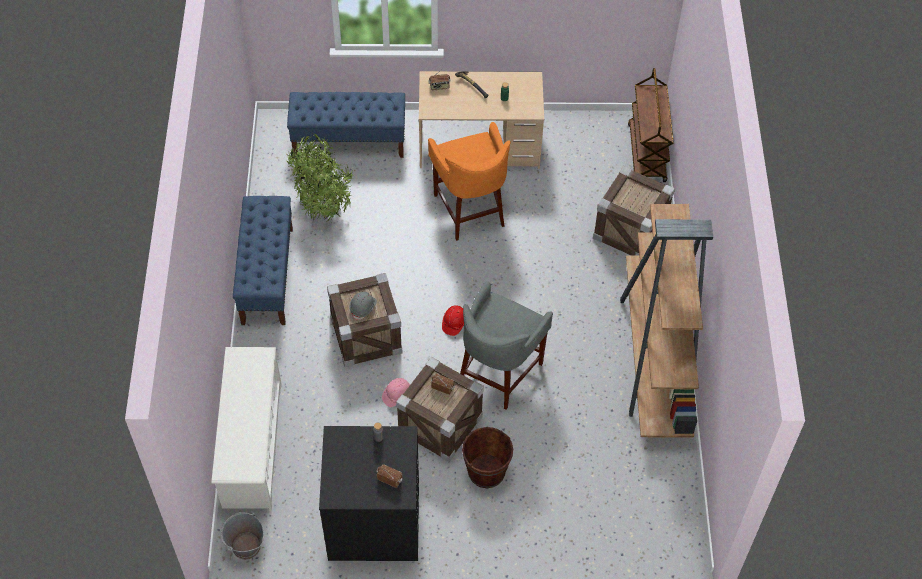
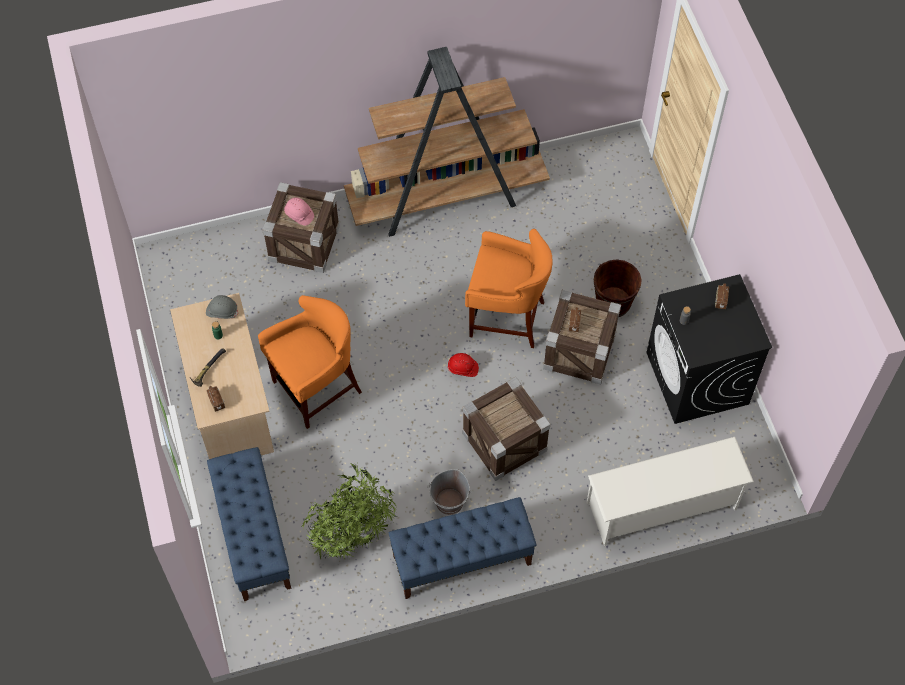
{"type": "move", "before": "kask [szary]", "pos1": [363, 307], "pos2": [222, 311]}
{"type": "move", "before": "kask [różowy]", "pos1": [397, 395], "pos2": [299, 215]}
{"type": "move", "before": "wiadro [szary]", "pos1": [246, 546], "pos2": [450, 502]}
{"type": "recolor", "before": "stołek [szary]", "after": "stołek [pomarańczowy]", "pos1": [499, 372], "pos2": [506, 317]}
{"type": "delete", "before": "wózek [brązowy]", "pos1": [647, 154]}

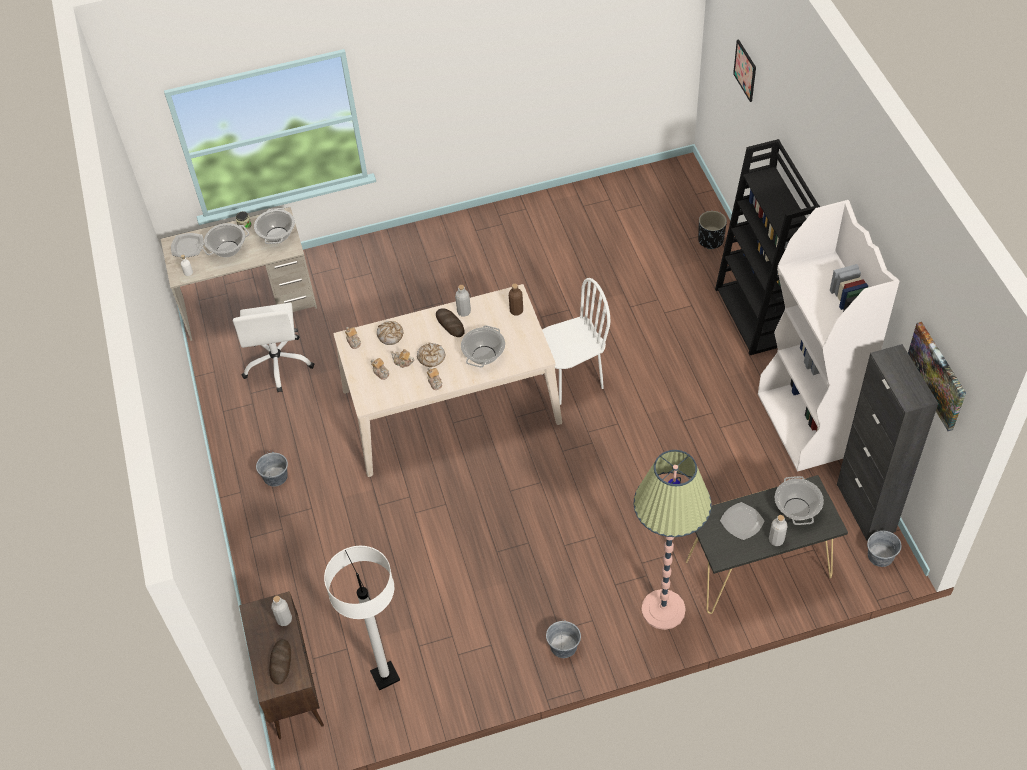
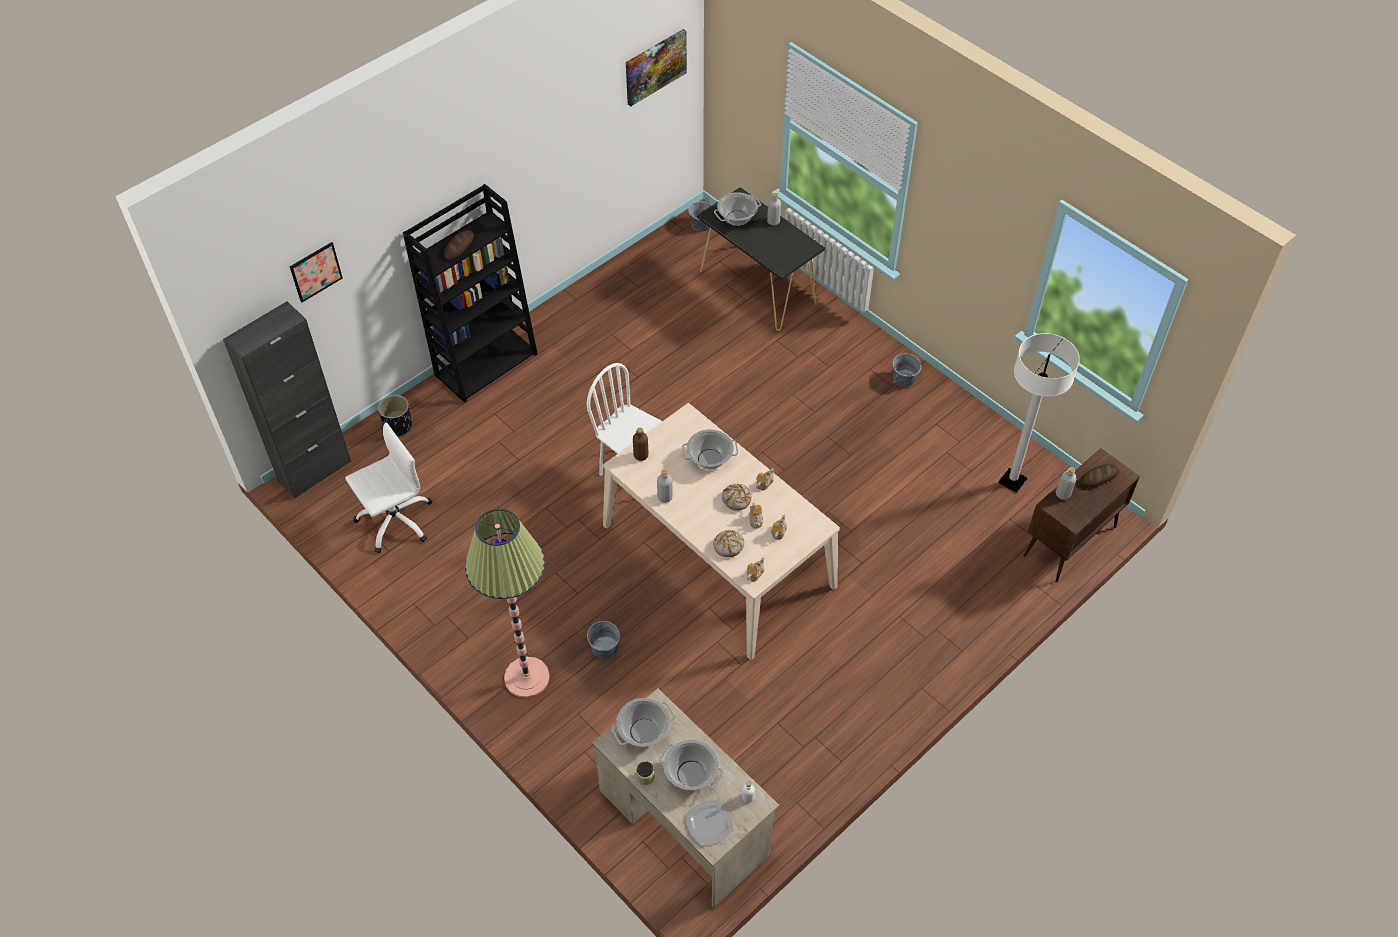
{"type": "move", "before": "szafka [czarny]", "pos1": [865, 508], "pos2": [314, 471]}
{"type": "move", "before": "krzesło biurowe [biały]", "pos1": [278, 363], "pos2": [395, 520]}
{"type": "move", "before": "chleb", "pos1": [450, 324], "pos2": [459, 246]}
{"type": "move", "before": "lampa stojąca", "pos1": [663, 609], "pos2": [526, 677]}
{"type": "move", "before": "wiadro [szary]", "pos1": [275, 477], "pos2": [605, 647]}
{"type": "delete", "before": "talerz", "pos1": [742, 522]}
{"type": "delete", "before": "regał [biały]", "pos1": [805, 425]}

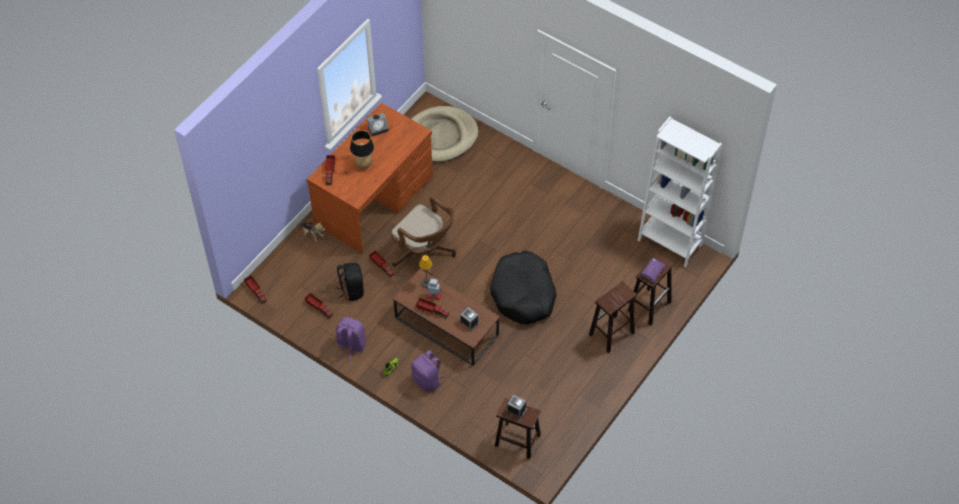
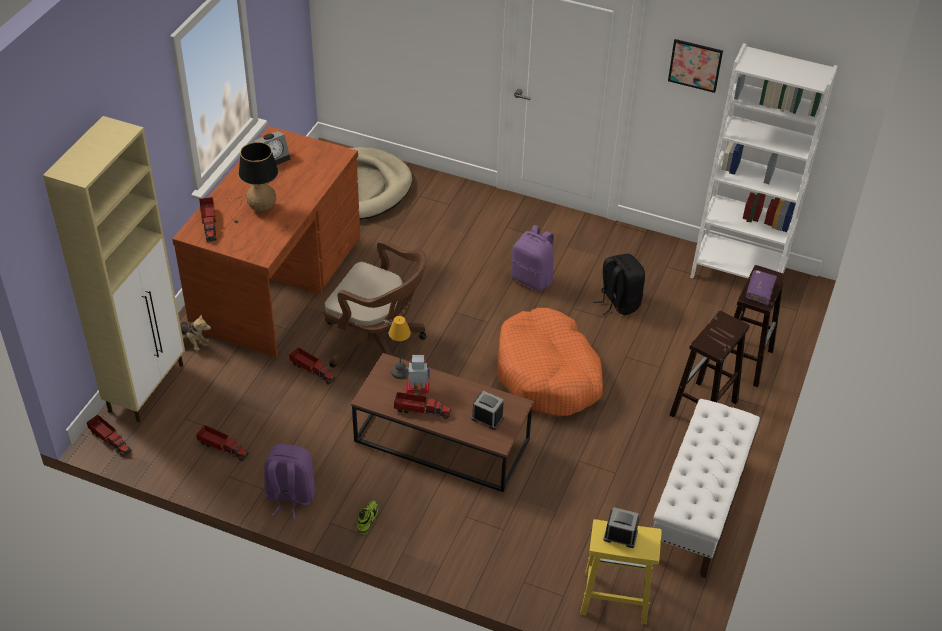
{"type": "insert", "after": "szafka [beżowy]", "pos2": [147, 387]}
{"type": "recolor", "before": "legowisko [czarny]", "after": "legowisko [pomarańczowy]", "pos1": [523, 294], "pos2": [548, 374]}
{"type": "move", "before": "plecak [fioletowy]", "pos1": [427, 381], "pos2": [532, 279]}
{"type": "recolor", "before": "stołek [brązowy]", "after": "stołek [żółty]", "pos1": [516, 440], "pos2": [614, 597]}
{"type": "move", "before": "plecak [czarny]", "pos1": [351, 290], "pos2": [618, 302]}
{"type": "insert", "after": "ławka [biały]", "pos2": [698, 509]}
{"type": "insert", "after": "obraz", "pos2": [695, 65]}

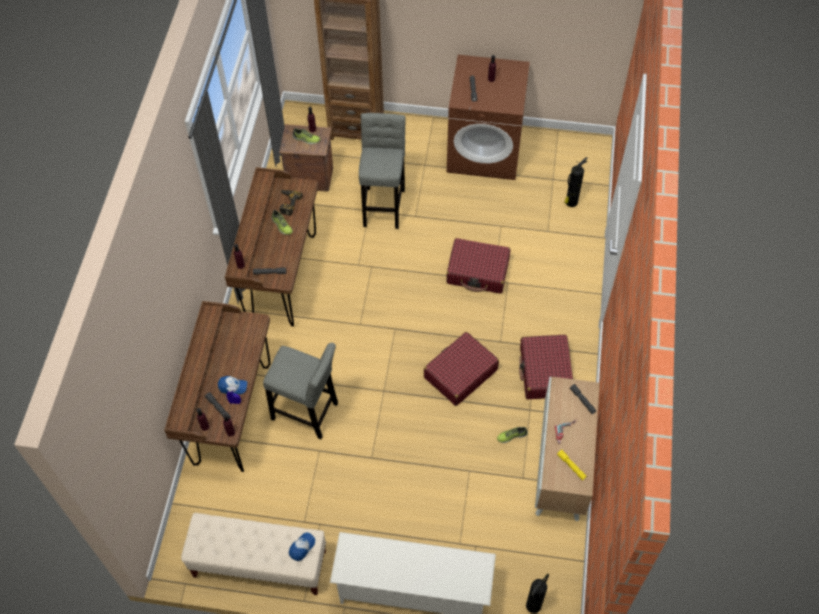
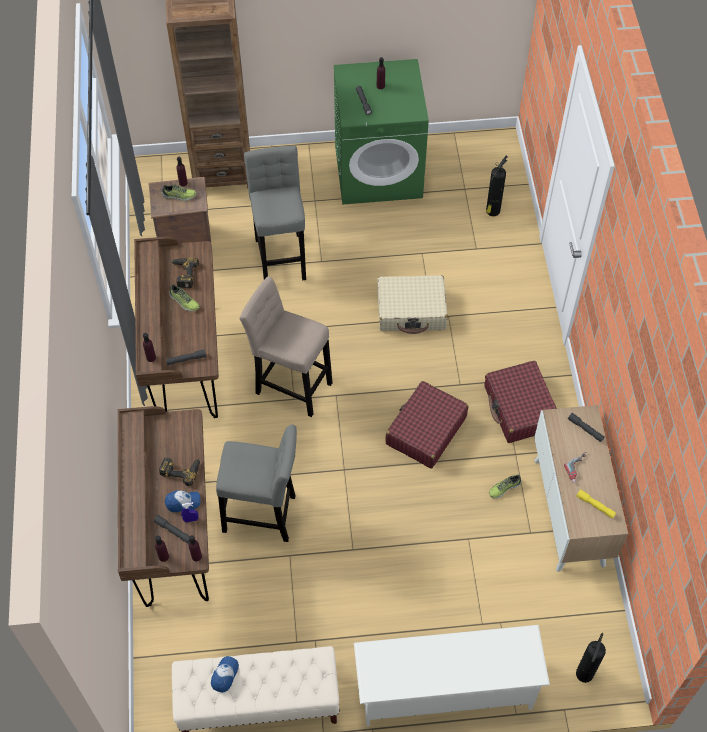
{"type": "insert", "after": "wiertarka", "pos2": [181, 469]}
{"type": "move", "before": "czapka z daszkiem", "pos1": [302, 547], "pos2": [224, 675]}
{"type": "insert", "after": "stołek [beżowy]", "pos2": [290, 385]}
{"type": "recolor", "before": "pralka [brązowy]", "after": "pralka [zielony]", "pos1": [485, 151], "pos2": [379, 172]}
{"type": "recolor", "before": "walizka [czerwony]", "after": "walizka [beżowy]", "pos1": [478, 271], "pos2": [411, 310]}

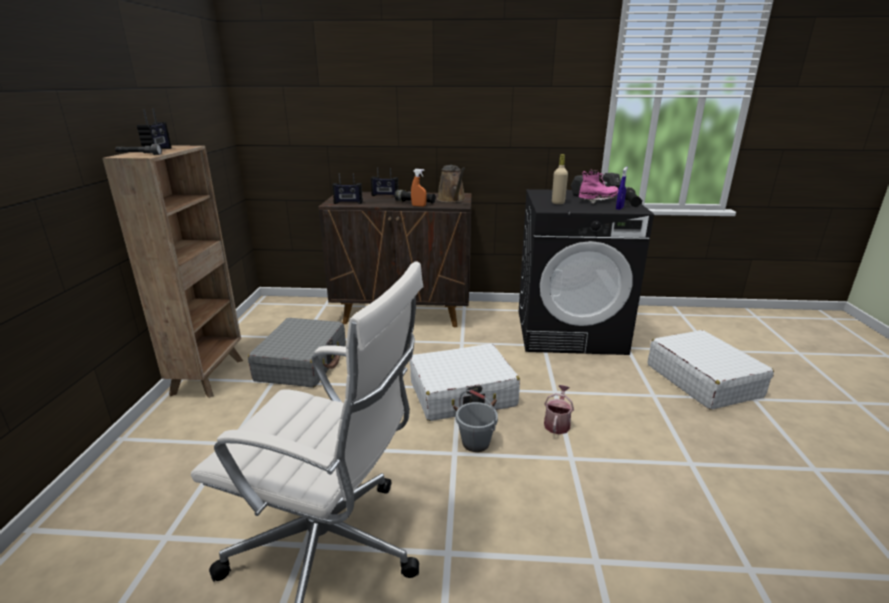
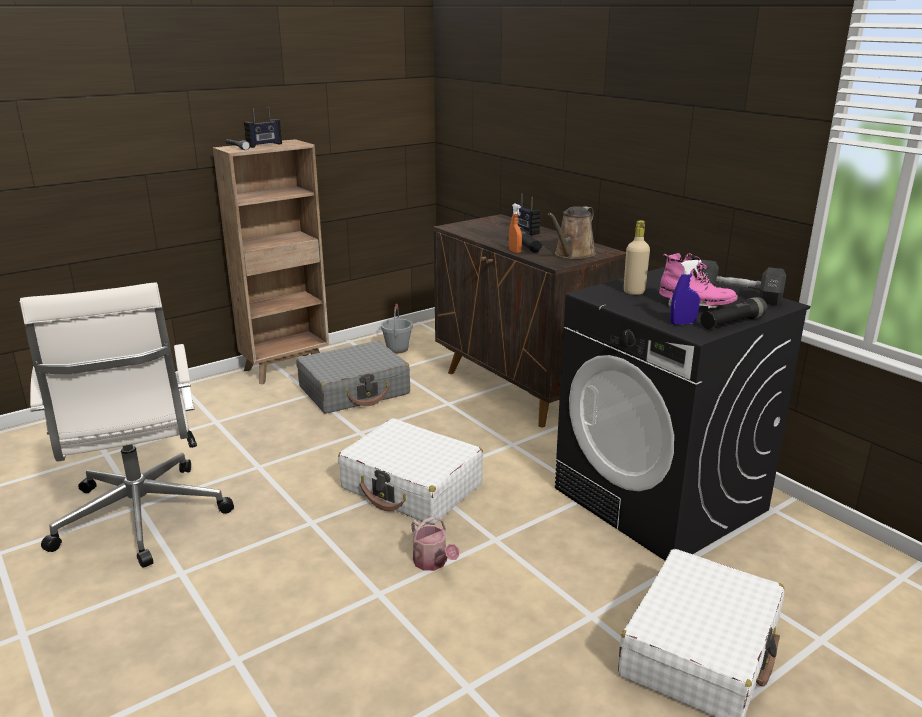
{"type": "move", "before": "wiadro [szary]", "pos1": [475, 443], "pos2": [397, 349]}
{"type": "rotate", "before": "konewka", "pos1": [557, 423], "pos2": [433, 563], "turn": 75}
{"type": "delete", "before": "radio", "pos1": [348, 203]}

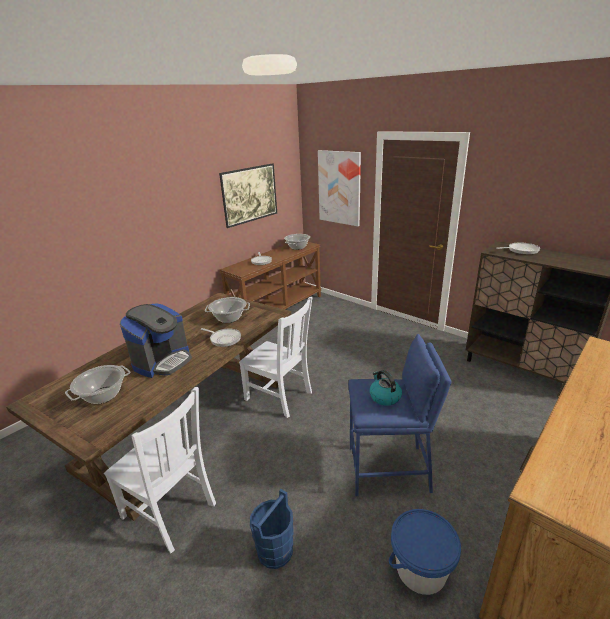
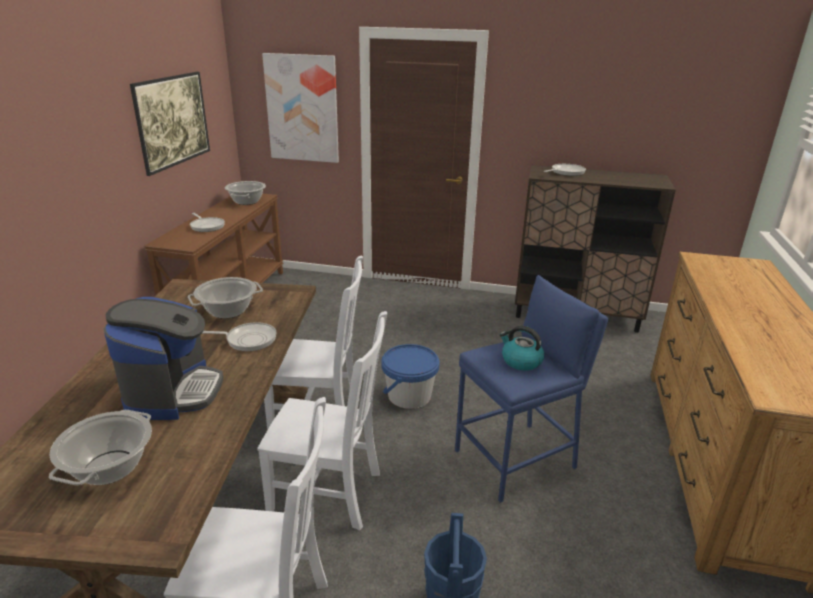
{"type": "insert", "after": "krzesło [biały]", "pos2": [329, 493]}
{"type": "move", "before": "wiadro [niebieski]", "pos1": [421, 568], "pos2": [409, 395]}

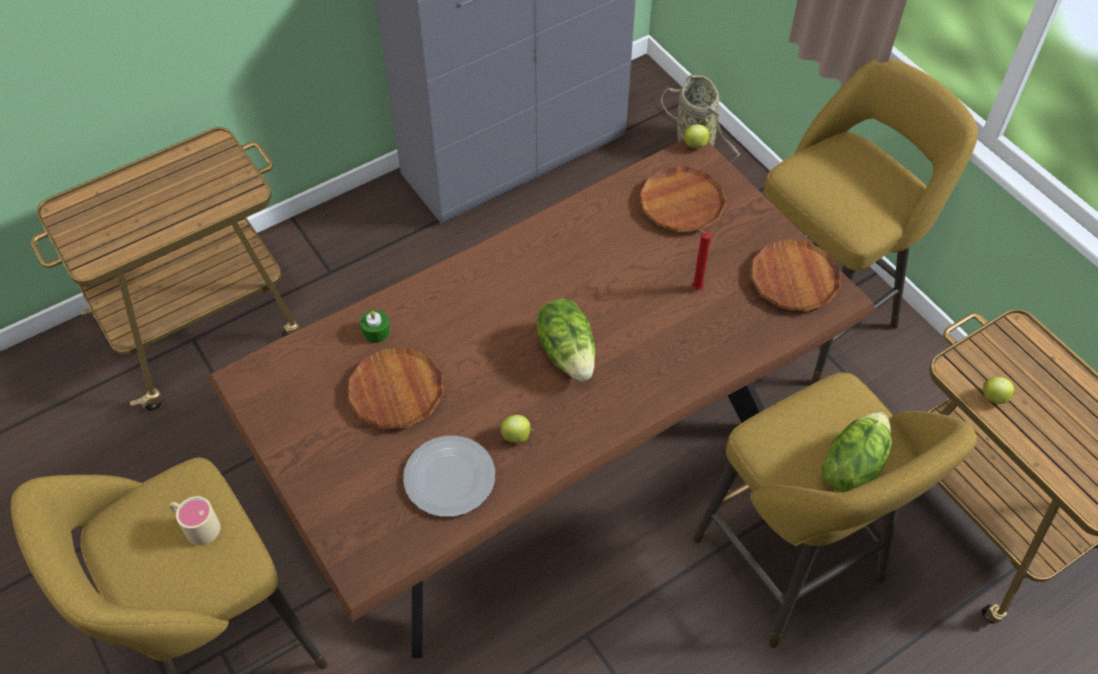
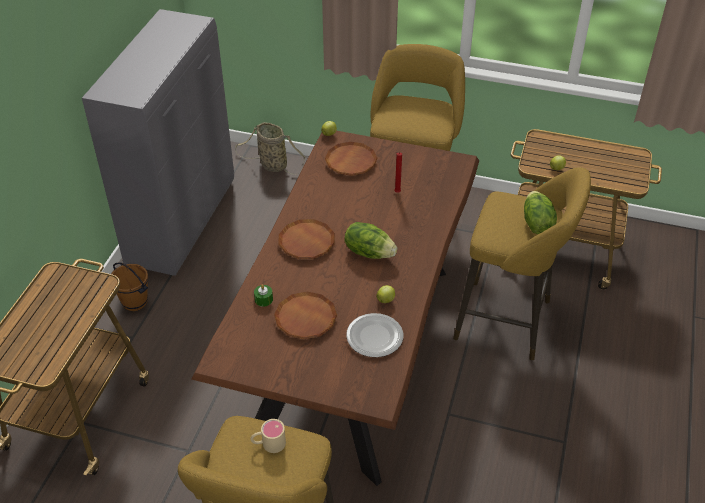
{"type": "insert", "after": "wiadro [brązowy]", "pos2": [134, 302]}
{"type": "move", "before": "talerz [brązowy]", "pos1": [794, 279], "pos2": [306, 242]}

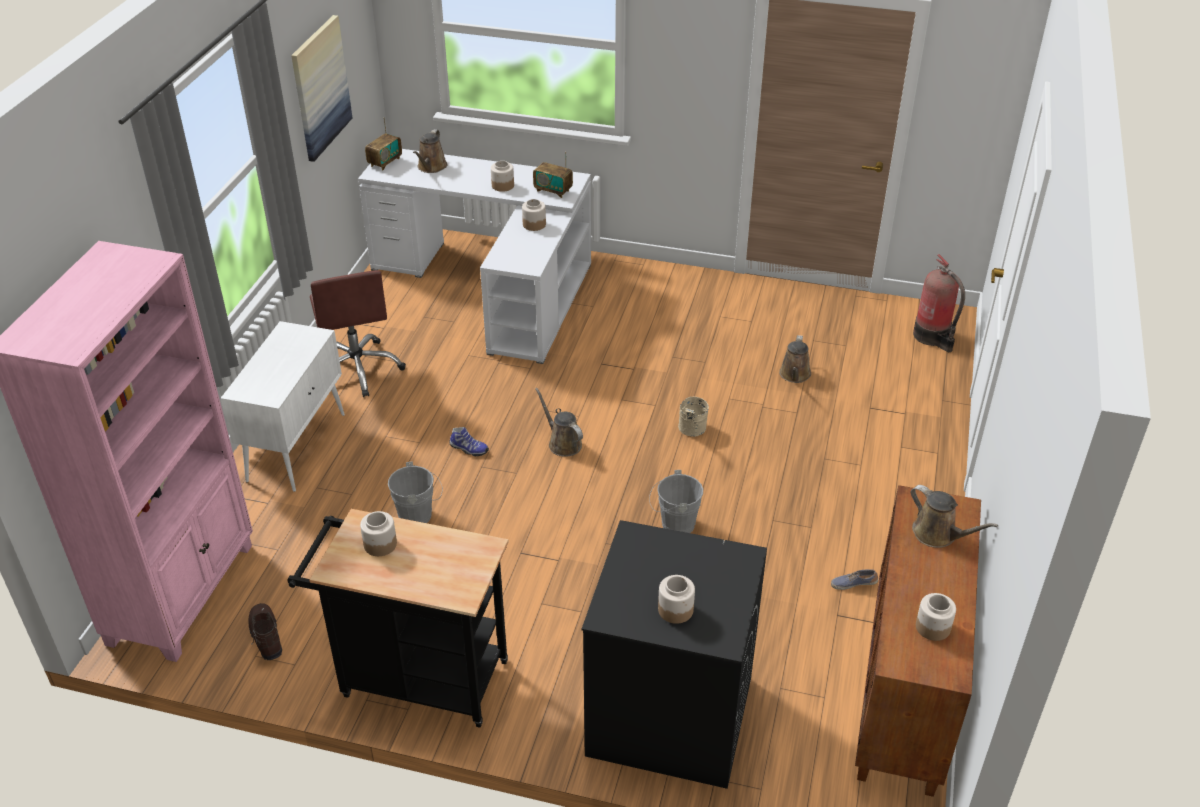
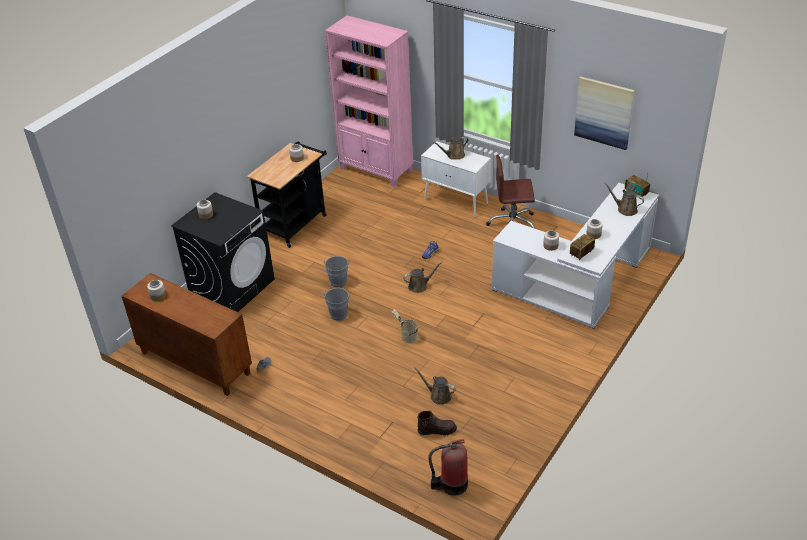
{"type": "move", "before": "wiadro [szary]", "pos1": [419, 515], "pos2": [338, 283]}
{"type": "move", "before": "but z cholewką [brązowy]", "pos1": [266, 637], "pos2": [437, 430]}
{"type": "move", "before": "konewka [brązowy]", "pos1": [938, 534], "pos2": [454, 155]}

